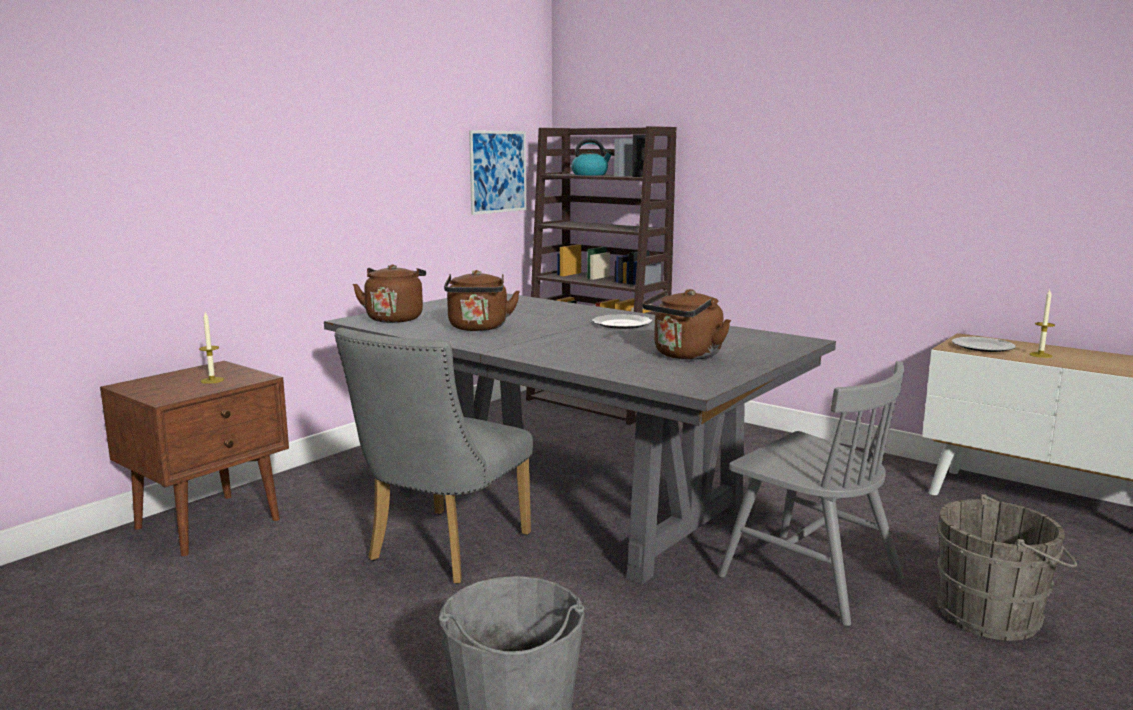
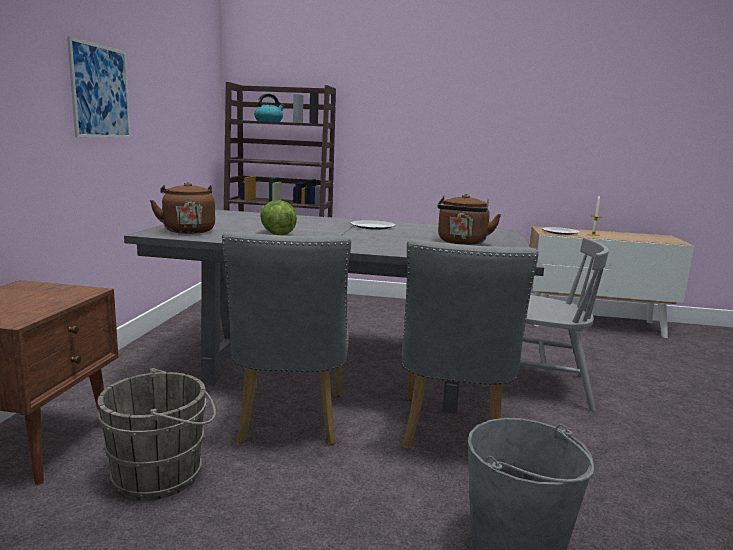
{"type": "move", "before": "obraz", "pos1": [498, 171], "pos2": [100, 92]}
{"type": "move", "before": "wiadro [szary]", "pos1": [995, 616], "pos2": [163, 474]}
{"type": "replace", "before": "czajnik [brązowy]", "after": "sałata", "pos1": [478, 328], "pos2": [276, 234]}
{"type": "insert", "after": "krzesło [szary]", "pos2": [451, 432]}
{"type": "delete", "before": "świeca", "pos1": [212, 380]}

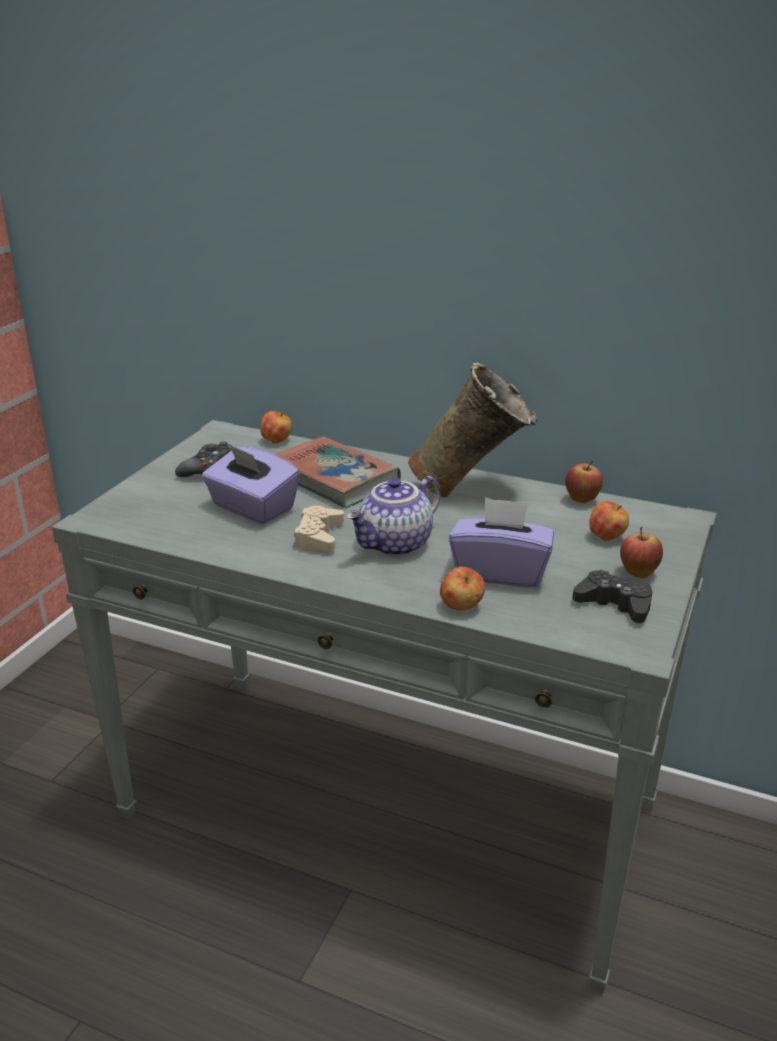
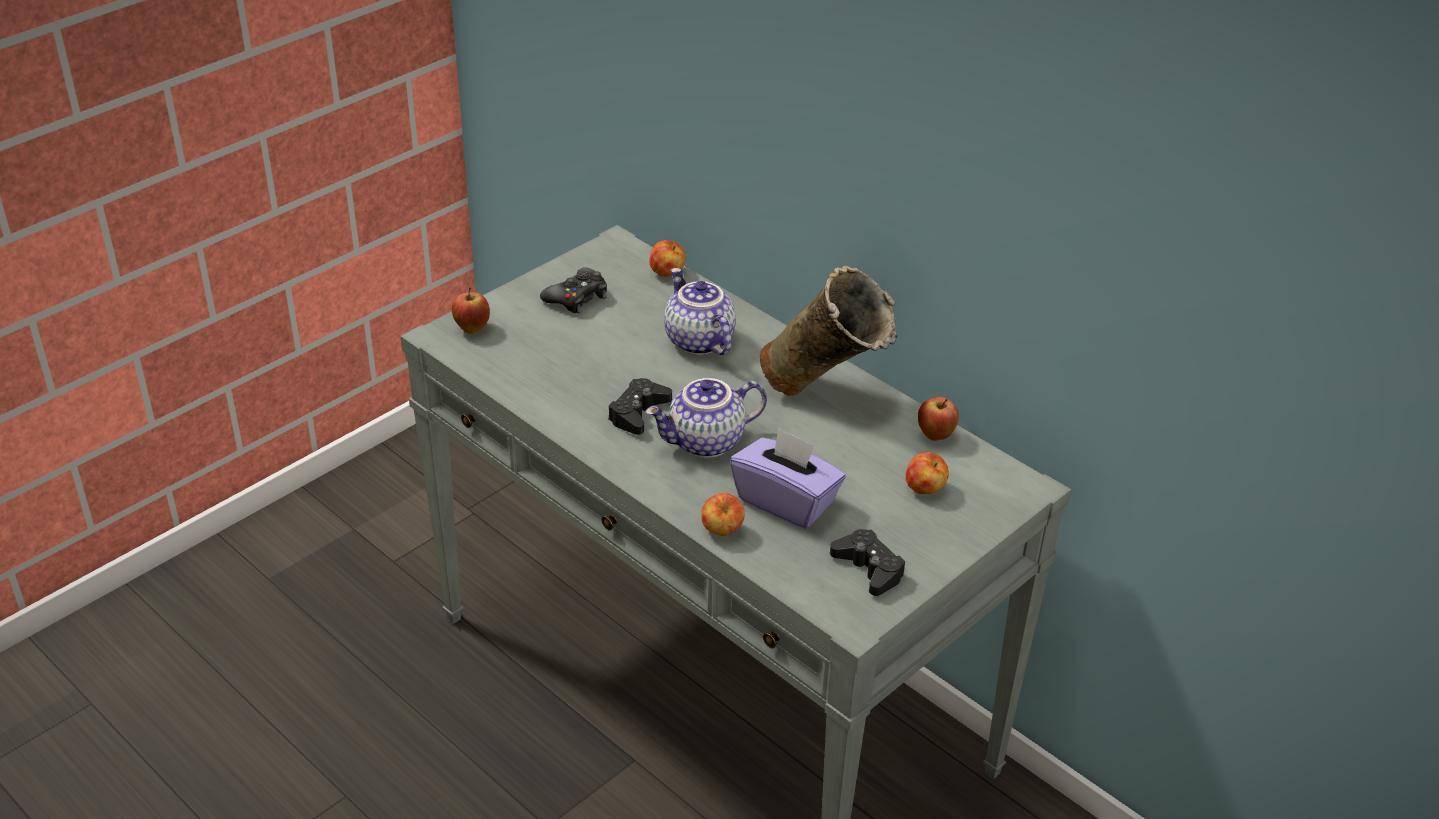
{"type": "move", "before": "jabłko", "pos1": [638, 574], "pos2": [472, 329]}
{"type": "recolor", "before": "pad do gier [beżowy]", "after": "pad do gier [czarny]", "pos1": [318, 537], "pos2": [638, 413]}
{"type": "replace", "before": "książka", "after": "imbryk", "pos1": [335, 478], "pos2": [697, 341]}
{"type": "delete", "before": "pudełko chusteczek [fioletowy]", "pos1": [252, 508]}

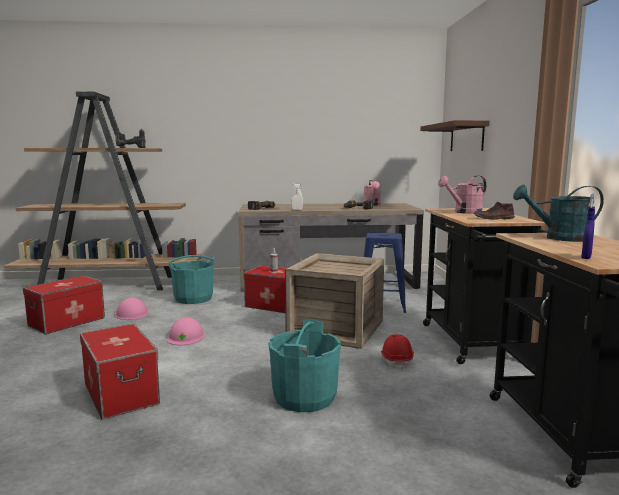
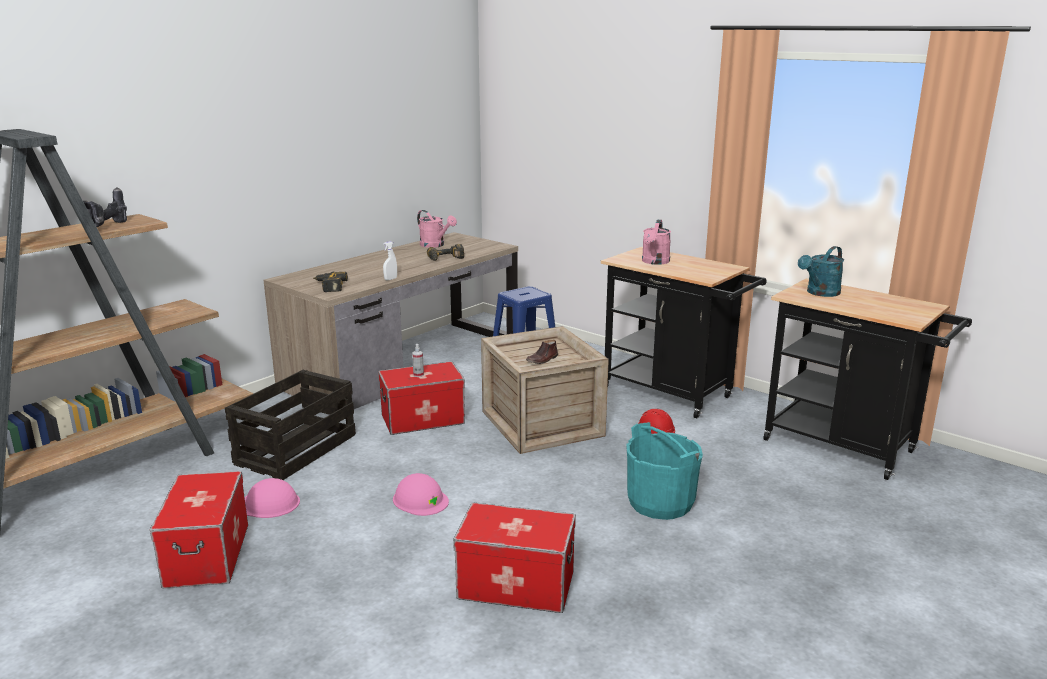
{"type": "replace", "before": "wiadro [turkusowy]", "after": "skrzynka", "pos1": [193, 298], "pos2": [296, 449]}
{"type": "move", "before": "but [brązowy]", "pos1": [493, 219], "pos2": [542, 360]}
{"type": "delete", "before": "półka [brązowy]", "pos1": [466, 137]}
{"type": "delete", "before": "spryskiwacz [niebieski]", "pos1": [586, 257]}

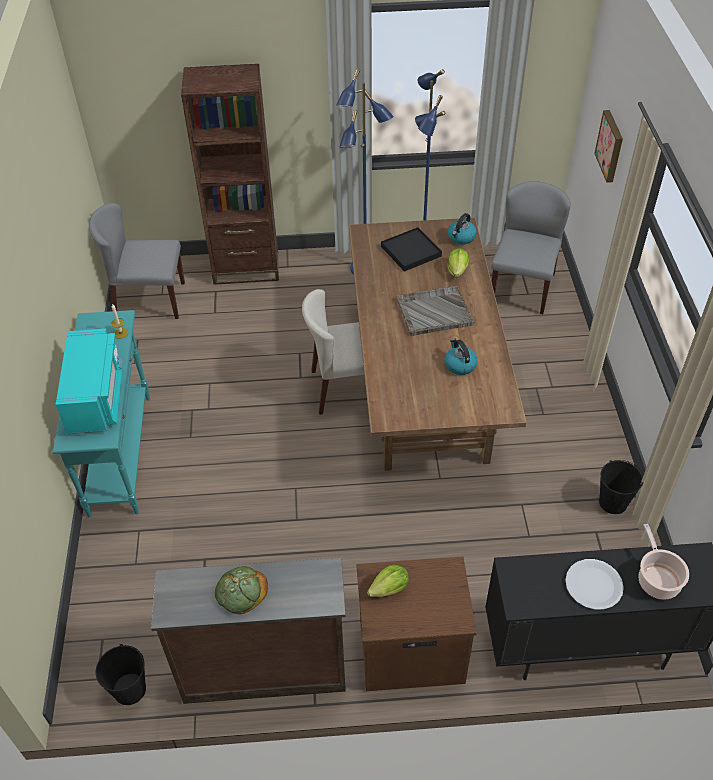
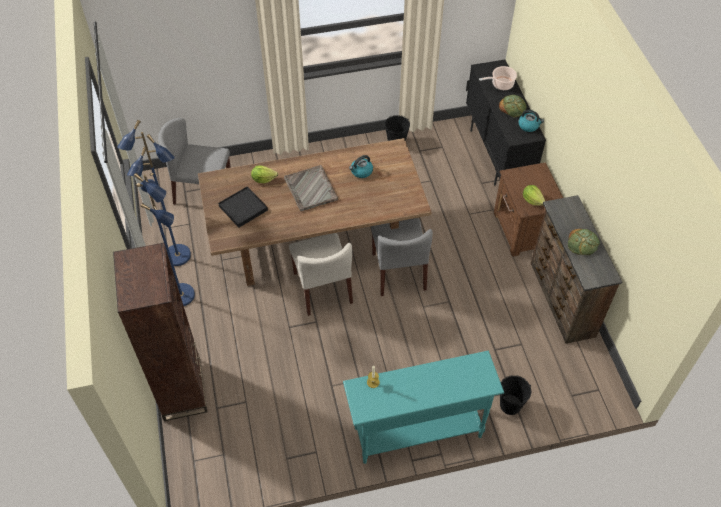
{"type": "move", "before": "krzesło [szary]", "pos1": [149, 301], "pos2": [399, 272]}
{"type": "replace", "before": "talerz [biały]", "after": "chleb", "pos1": [594, 585], "pos2": [512, 107]}
{"type": "move", "before": "wiadro [czarny]", "pos1": [129, 689], "pos2": [510, 405]}
{"type": "move", "before": "czajnik", "pos1": [461, 238], "pos2": [529, 126]}
{"type": "delete", "before": "mikrofalówka [turkusowy]", "pos1": [96, 397]}
{"type": "delete", "before": "obraz", "pos1": [611, 146]}

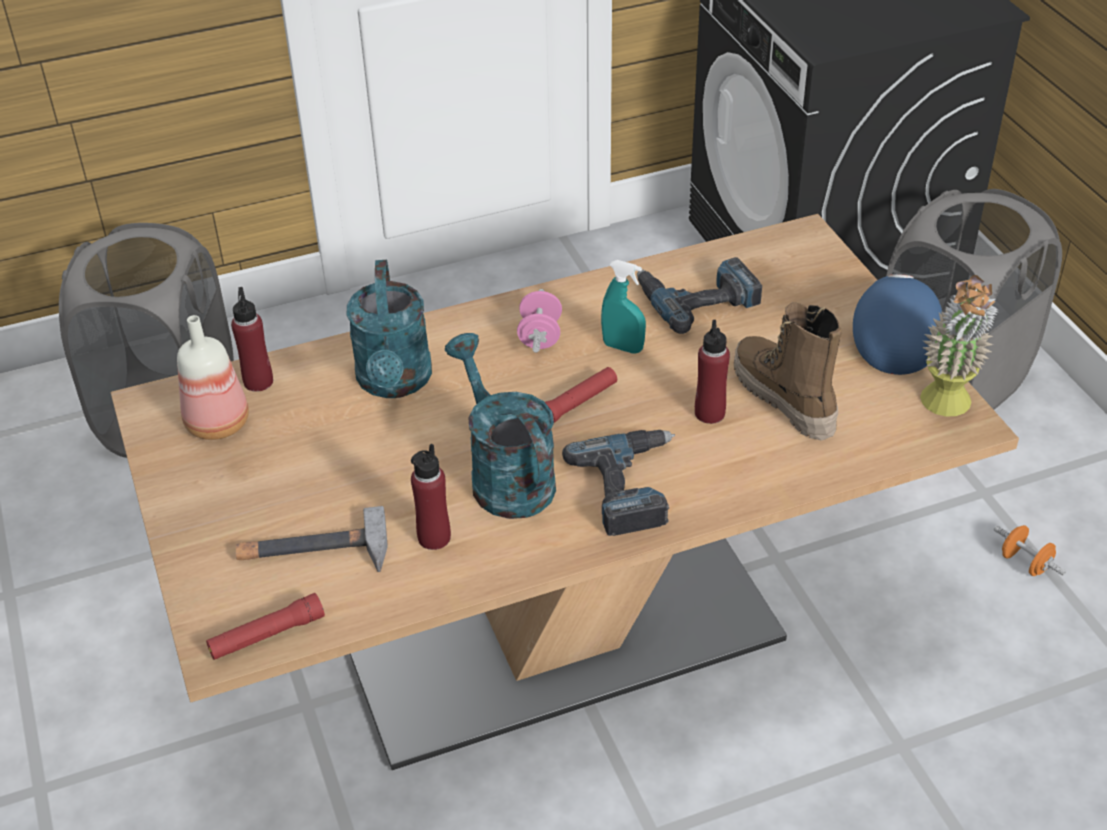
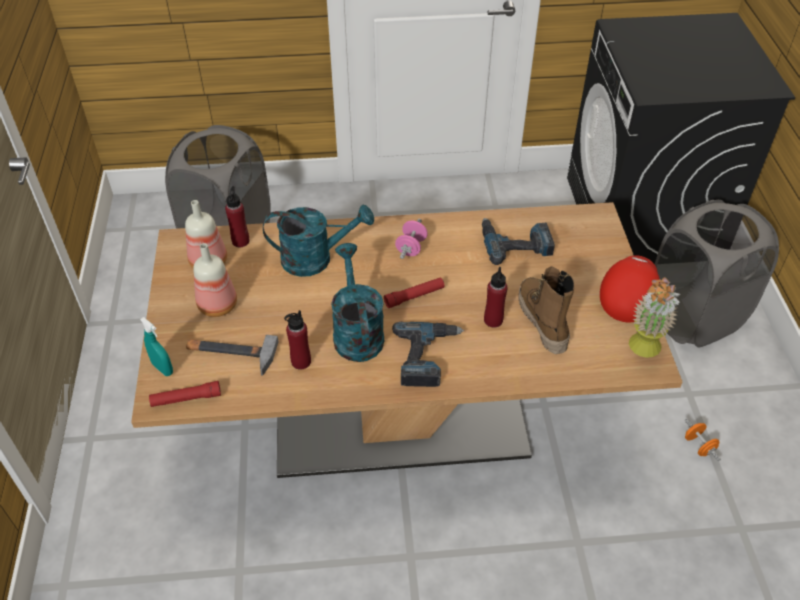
{"type": "move", "before": "spryskiwacz [turkusowy]", "pos1": [623, 347], "pos2": [162, 368]}
{"type": "insert", "after": "butelka", "pos2": [219, 305]}
{"type": "rotate", "before": "konewka [turkusowy]", "pos1": [394, 383], "pos2": [316, 259], "turn": -105}
{"type": "recolor", "before": "czapka z daszkiem [niebieski]", "after": "czapka z daszkiem [czerwony]", "pos1": [893, 338], "pos2": [627, 296]}

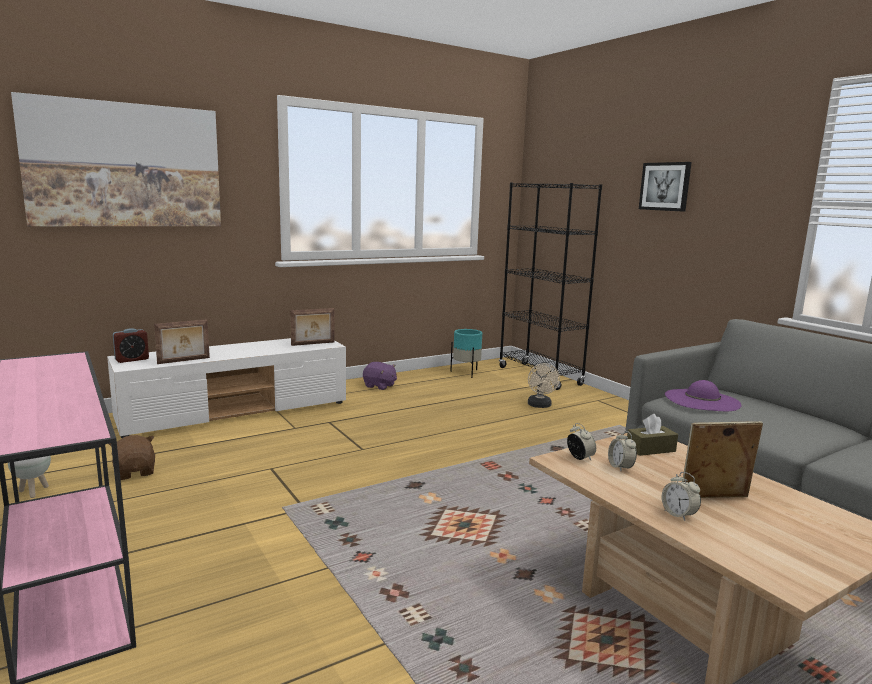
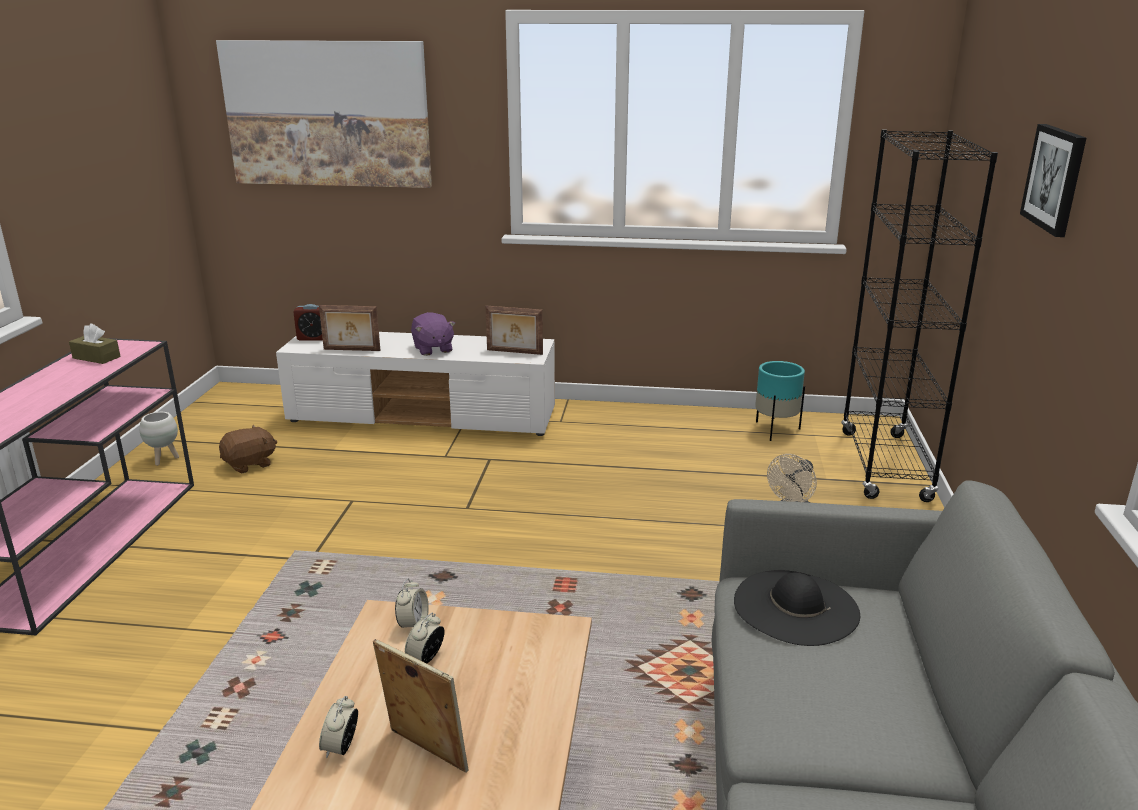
{"type": "move", "before": "pudełko chusteczek [brązowy]", "pos1": [650, 449], "pos2": [96, 357]}
{"type": "rotate", "before": "pluszak [brązowy]", "pos1": [135, 472], "pos2": [250, 464], "turn": 45}
{"type": "move", "before": "pluszak [fioletowy]", "pos1": [379, 386], "pos2": [432, 349]}
{"type": "recolor", "before": "kapelusz [fioletowy]", "after": "kapelusz [czarny]", "pos1": [702, 400], "pos2": [795, 607]}

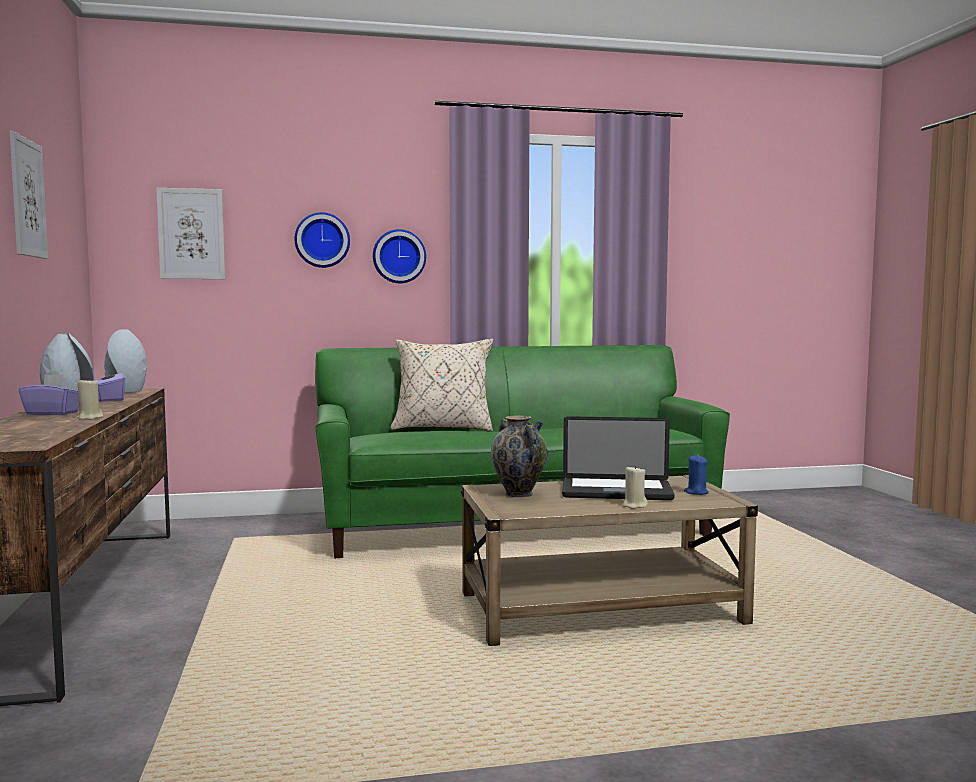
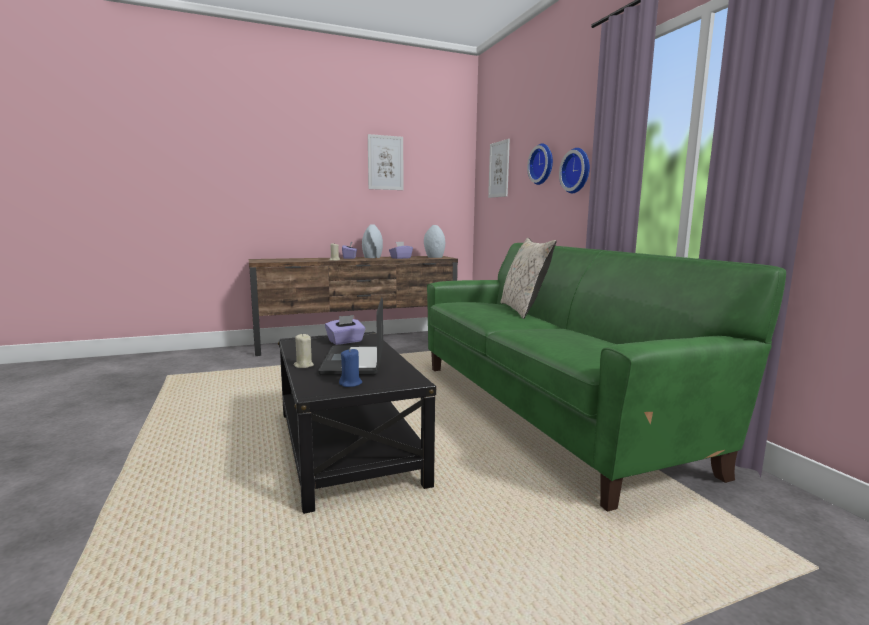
{"type": "recolor", "before": "ława [beżowy]", "after": "ława [czarny]", "pos1": [600, 608], "pos2": [347, 446]}
{"type": "replace", "before": "wazon", "after": "pudełko chusteczek [fioletowy]", "pos1": [518, 494], "pos2": [345, 341]}

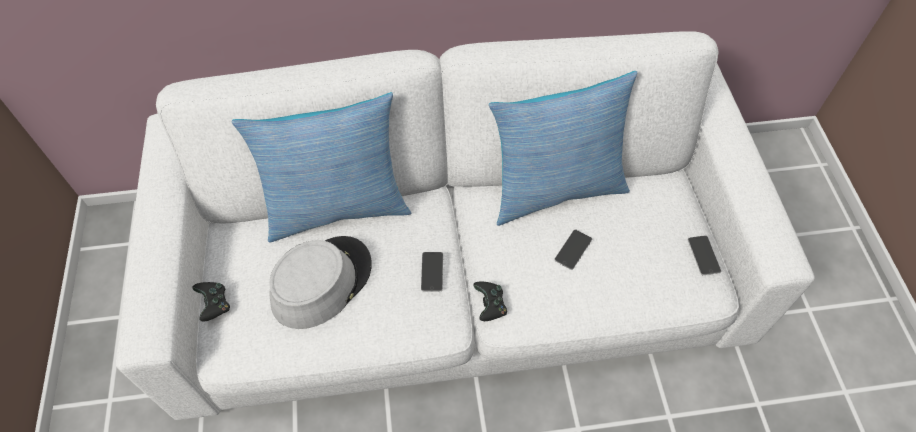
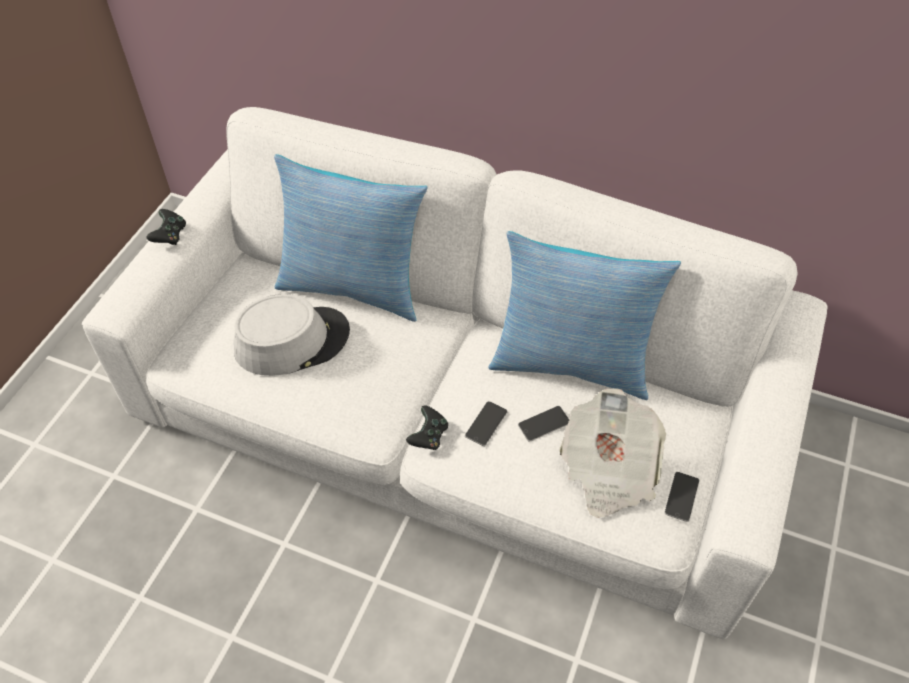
{"type": "move", "before": "pad do gier [czarny]", "pos1": [215, 305], "pos2": [170, 236]}
{"type": "move", "before": "telefon", "pos1": [432, 271], "pos2": [486, 423]}
{"type": "insert", "after": "gazeta", "pos2": [608, 469]}

